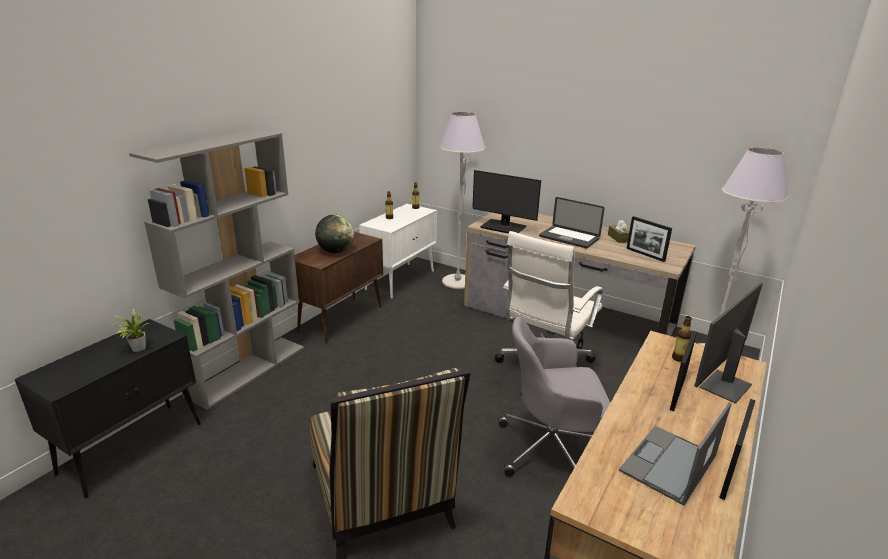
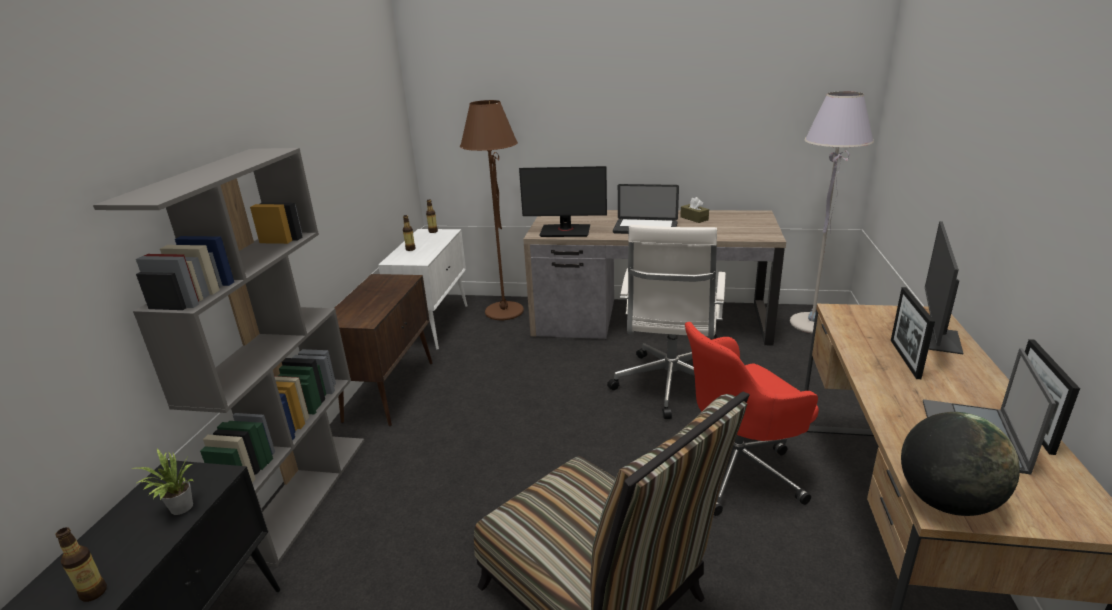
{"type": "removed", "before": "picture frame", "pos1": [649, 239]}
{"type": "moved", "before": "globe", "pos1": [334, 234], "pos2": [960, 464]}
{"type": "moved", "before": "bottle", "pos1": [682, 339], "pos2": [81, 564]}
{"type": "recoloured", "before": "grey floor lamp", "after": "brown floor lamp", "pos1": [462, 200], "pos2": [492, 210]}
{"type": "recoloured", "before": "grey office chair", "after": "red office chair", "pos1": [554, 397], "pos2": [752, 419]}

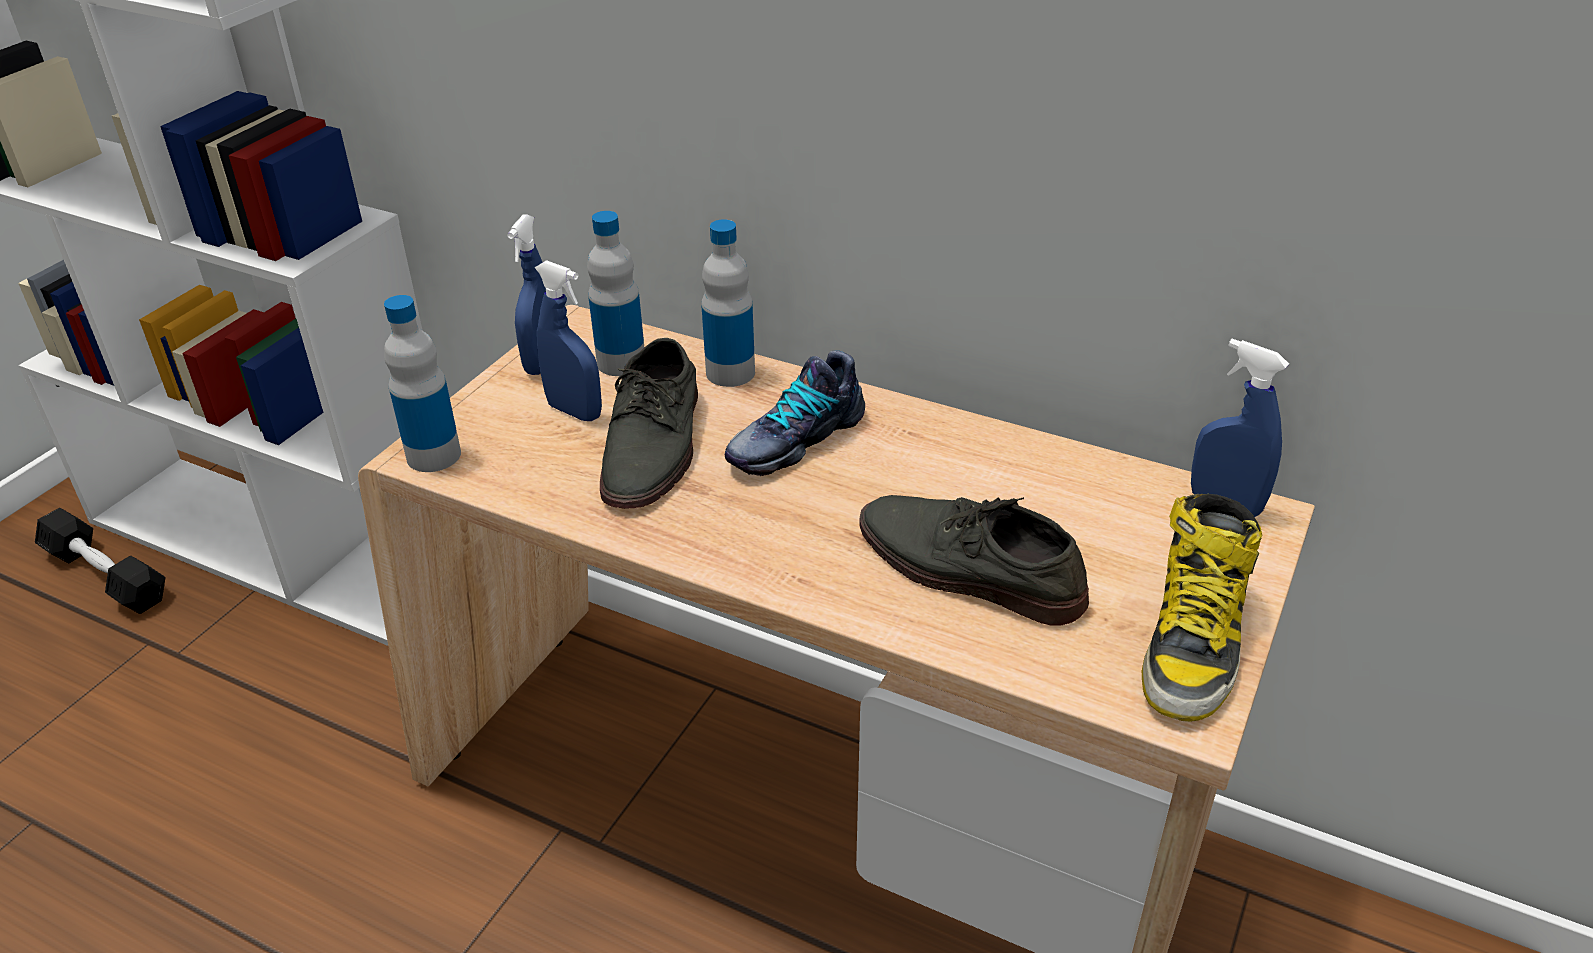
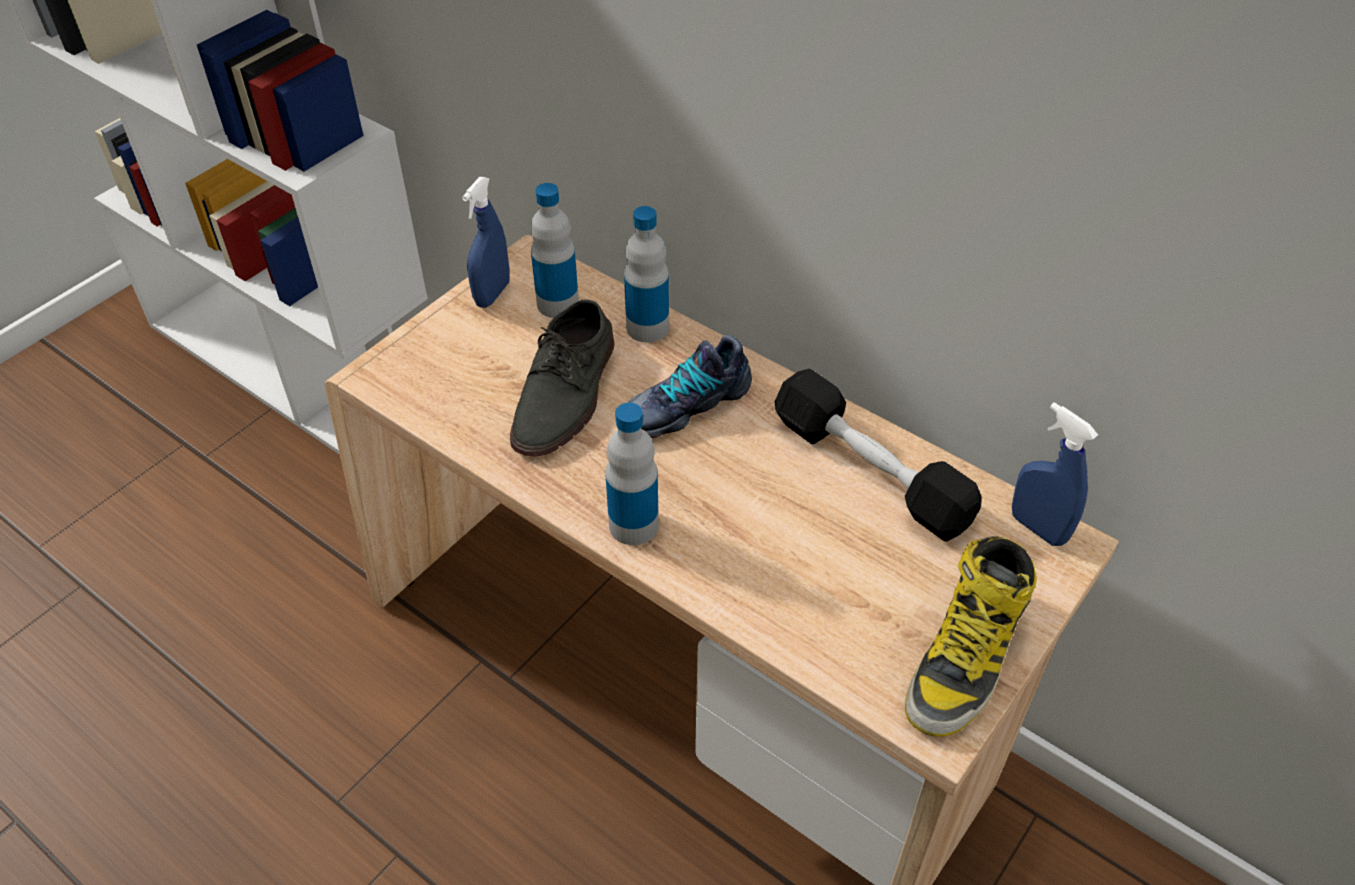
{"type": "removed", "before": "blue spray bottle", "pos1": [568, 340]}
{"type": "removed", "before": "grey shoe", "pos1": [974, 560]}
{"type": "moved", "before": "black dumbbell", "pos1": [100, 561], "pos2": [878, 455]}
{"type": "moved", "before": "bottle", "pos1": [422, 383], "pos2": [632, 474]}

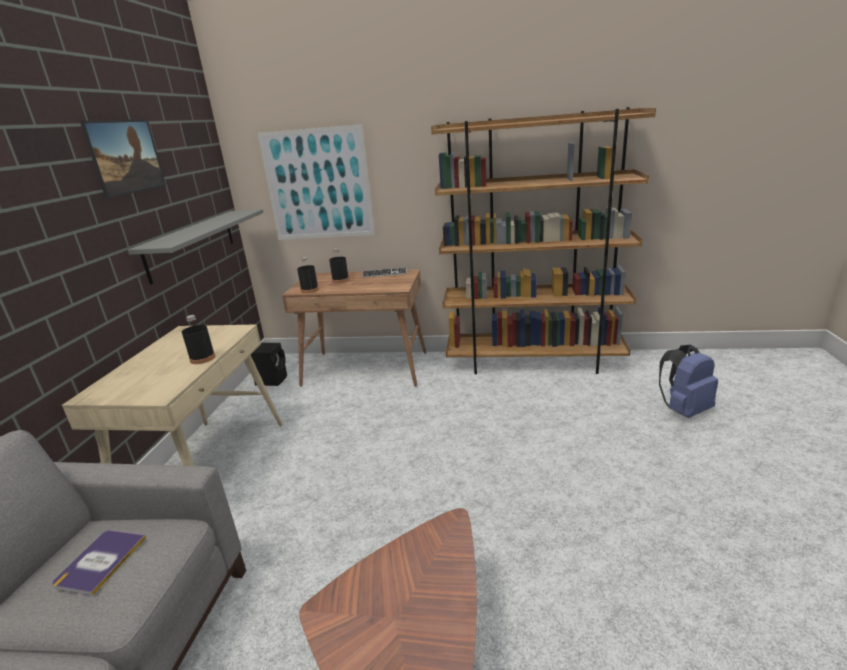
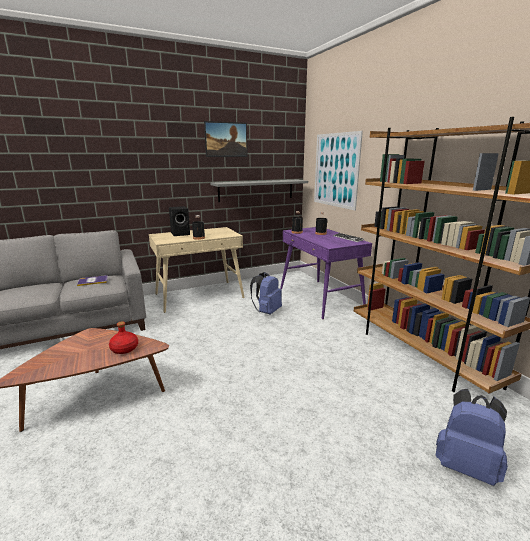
{"type": "added", "after": "red bottle", "pos2": [123, 337]}
{"type": "added", "after": "blue backpack", "pos2": [266, 293]}
{"type": "moved", "before": "black speaker", "pos1": [269, 364], "pos2": [179, 221]}
{"type": "recoloured", "before": "brown desk", "after": "purple desk", "pos1": [354, 328], "pos2": [326, 273]}

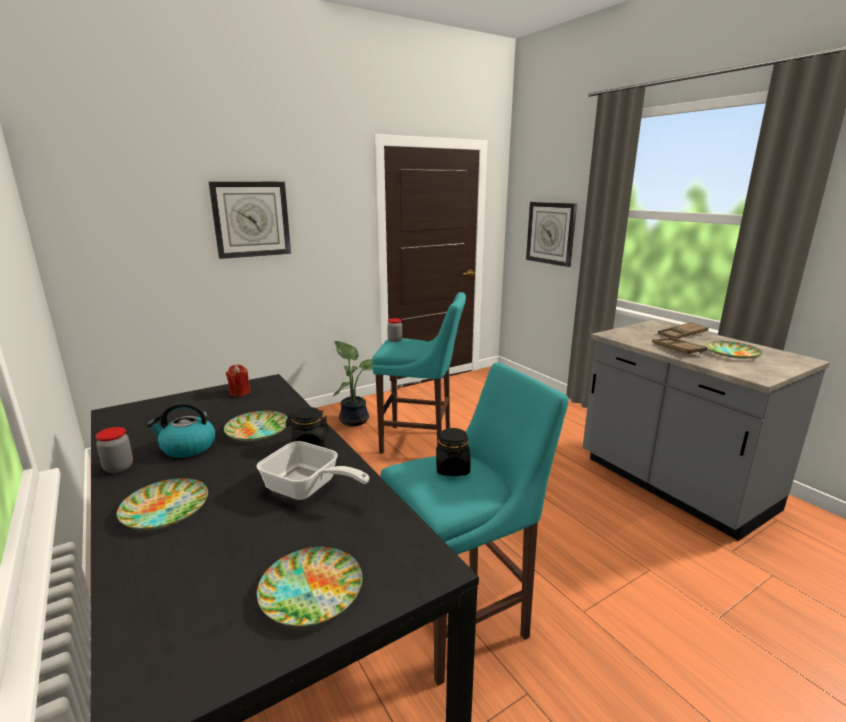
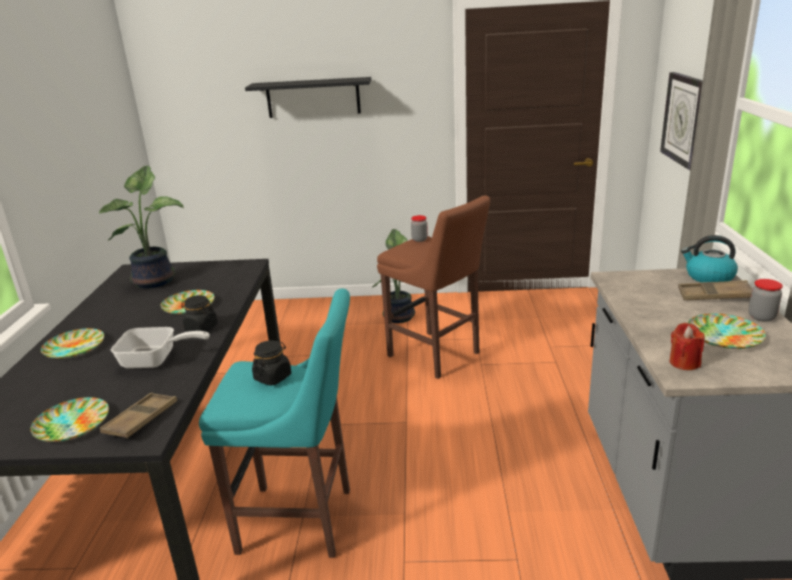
{"type": "added", "after": "potted plant", "pos2": [141, 227]}
{"type": "moved", "before": "jar", "pos1": [114, 450], "pos2": [765, 300]}
{"type": "moved", "before": "kettle", "pos1": [181, 429], "pos2": [709, 259]}
{"type": "moved", "before": "red candle", "pos1": [238, 381], "pos2": [687, 346]}
{"type": "moved", "before": "brown tray", "pos1": [679, 346], "pos2": [138, 416]}
{"type": "replaced", "before": "wall clock", "after": "black shelf", "pos1": [249, 220], "pos2": [308, 97]}
{"type": "recoloured", "before": "turquoise stool", "after": "brown stool", "pos1": [419, 373], "pos2": [433, 287]}
{"type": "turned", "before": "frying pan", "pos1": [312, 470], "pos2": [160, 348], "turn": -60}

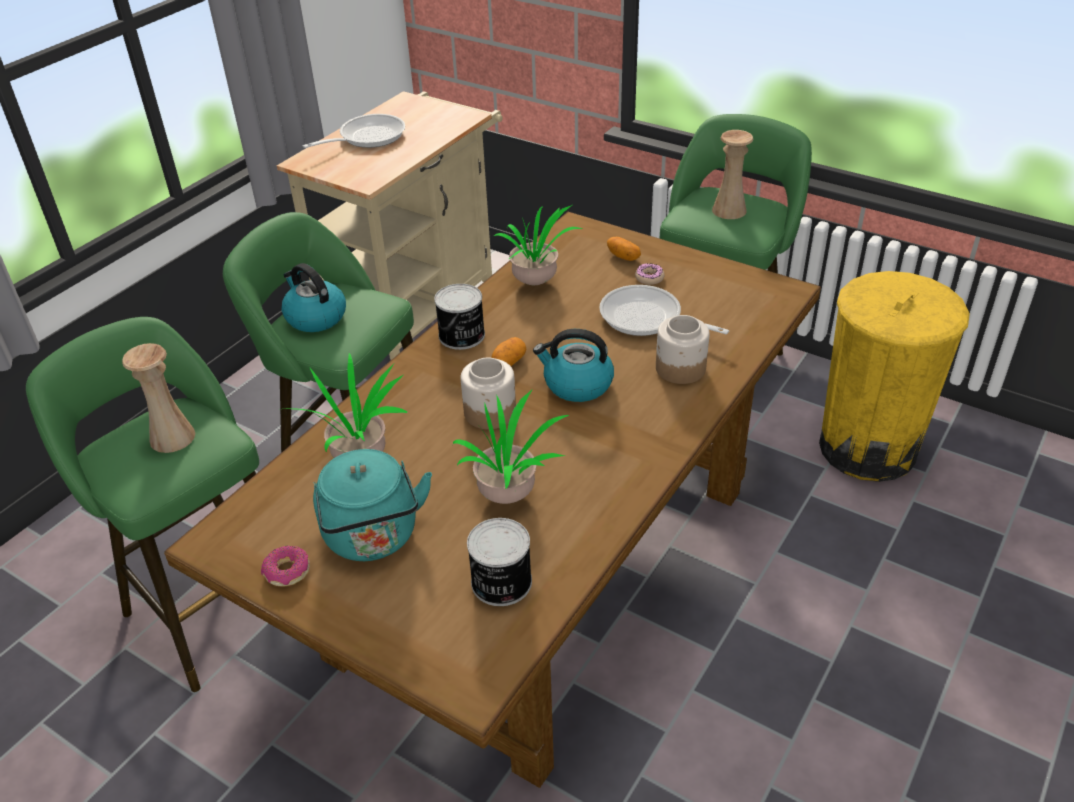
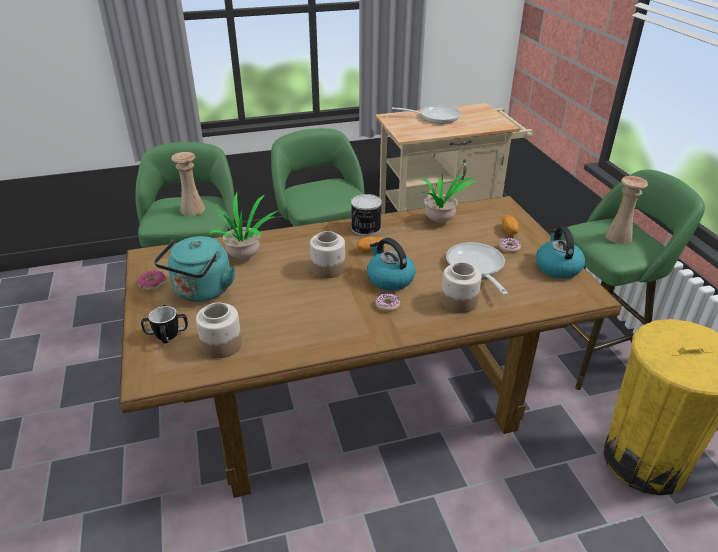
{"type": "removed", "before": "potted plant", "pos1": [511, 447]}
{"type": "added", "after": "mug", "pos2": [164, 324]}
{"type": "added", "after": "donut", "pos2": [388, 302]}
{"type": "moved", "before": "kettle", "pos1": [313, 297], "pos2": [560, 253]}
{"type": "replaced", "before": "can", "after": "jar", "pos1": [499, 562], "pos2": [219, 330]}

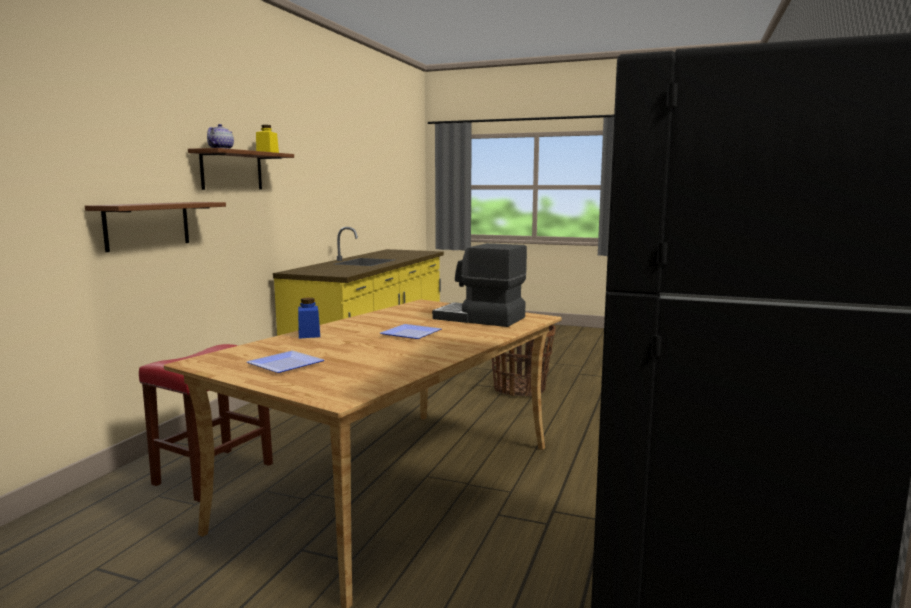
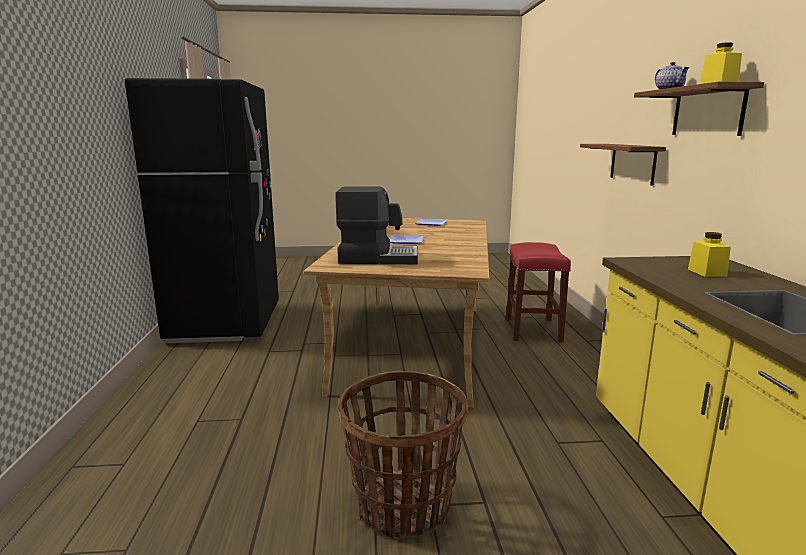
{"type": "removed", "before": "blue jar", "pos1": [309, 318]}
{"type": "added", "after": "yellow jar", "pos2": [709, 254]}

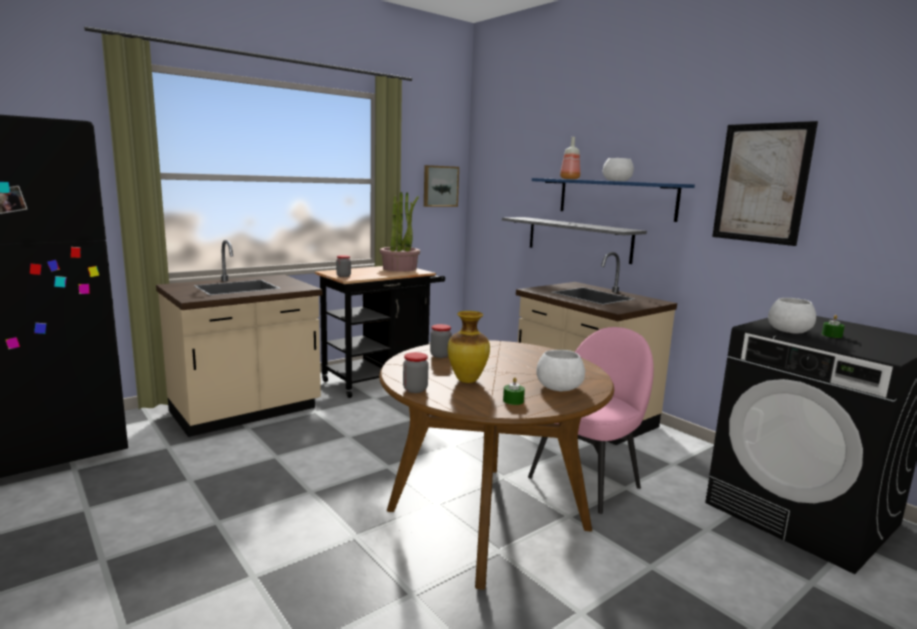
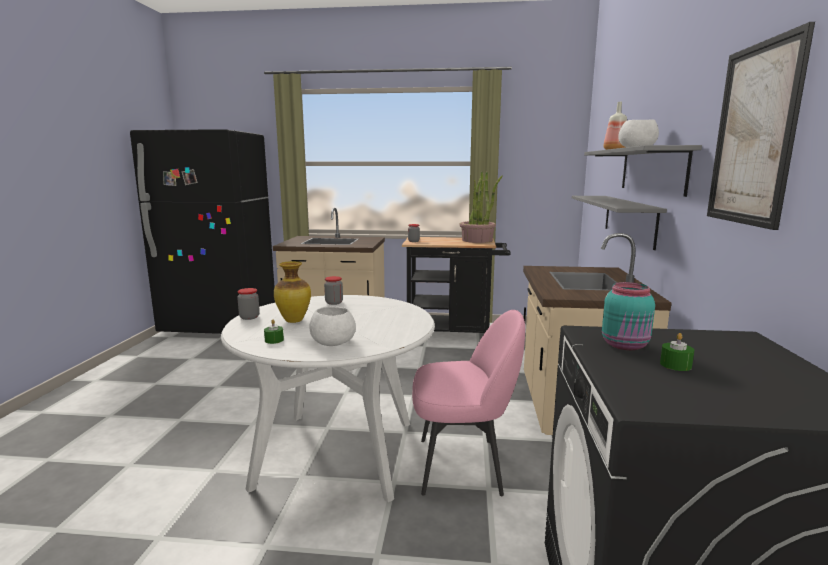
{"type": "removed", "before": "picture", "pos1": [441, 186]}
{"type": "replaced", "before": "white bowl", "after": "turquoise jar", "pos1": [792, 316], "pos2": [628, 316]}
{"type": "recoloured", "before": "brown dining table", "after": "white dining table", "pos1": [496, 465], "pos2": [328, 398]}
{"type": "recoloured", "before": "blue shelf", "after": "grey shelf", "pos1": [613, 200], "pos2": [643, 171]}

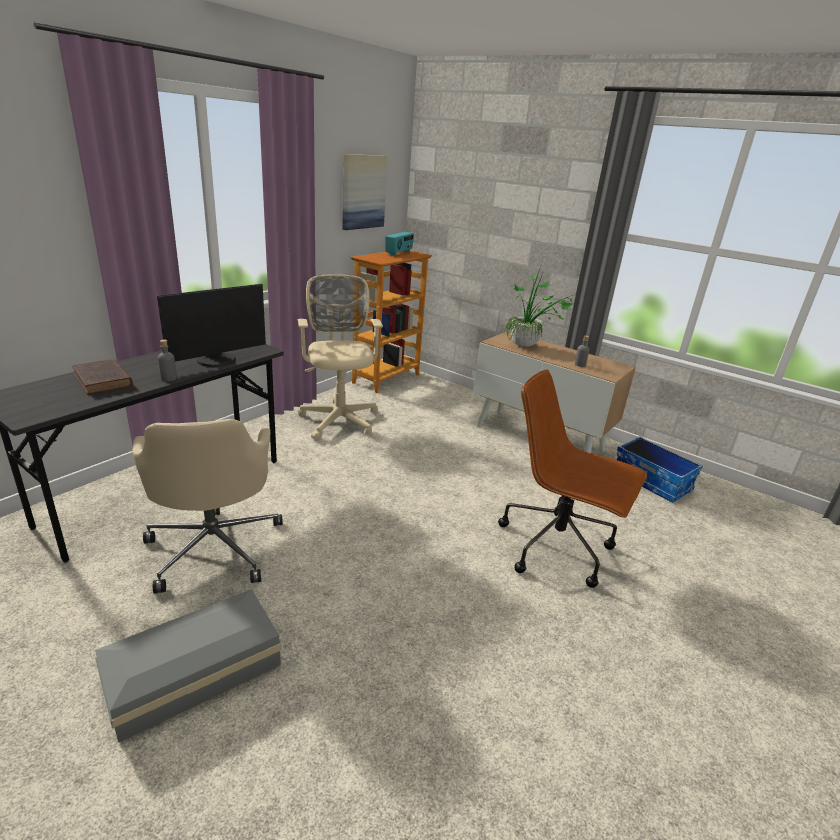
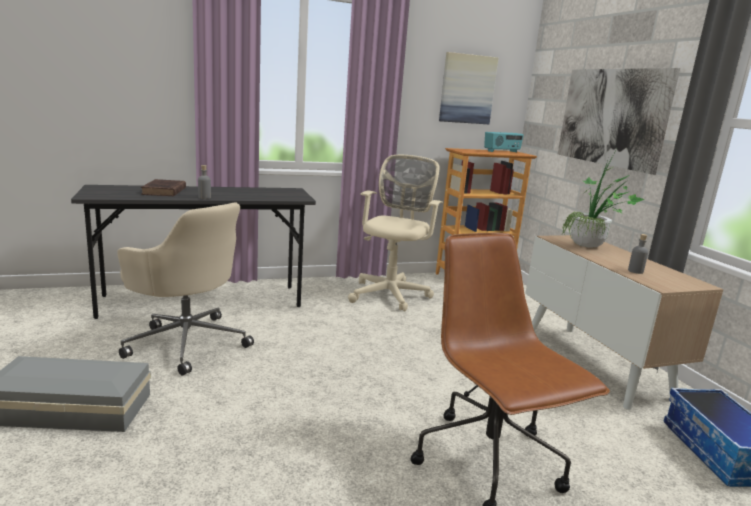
{"type": "removed", "before": "monitor", "pos1": [211, 325]}
{"type": "added", "after": "picture", "pos2": [619, 121]}
{"type": "turned", "before": "beige office chair", "pos1": [207, 506], "pos2": [185, 289], "turn": -75}

